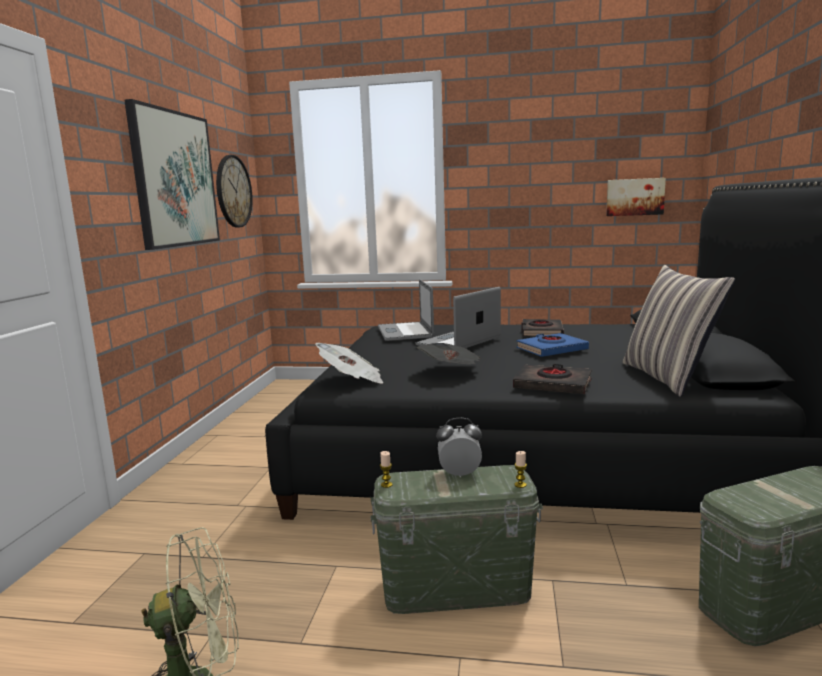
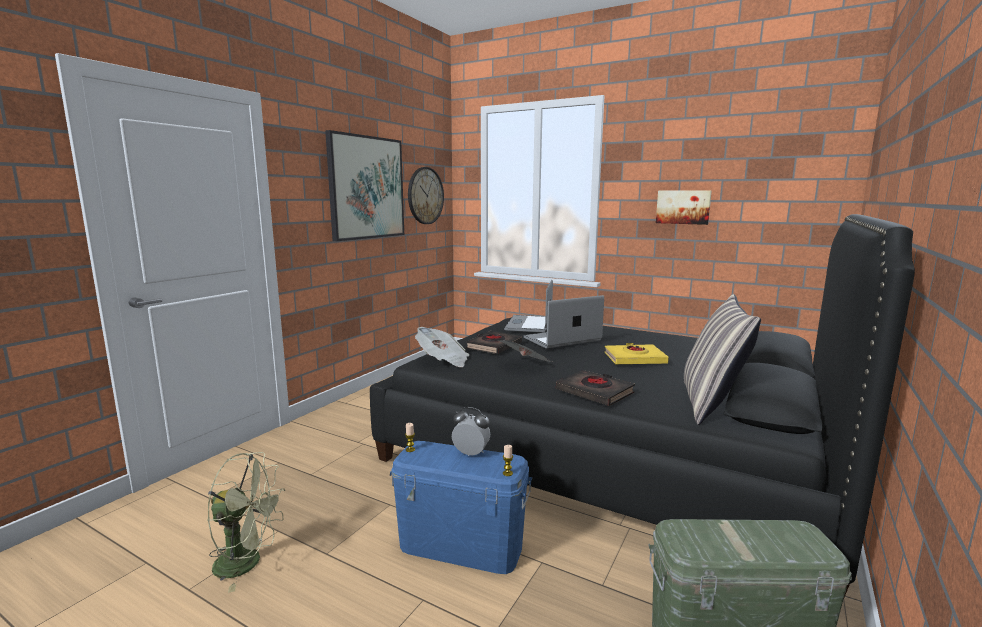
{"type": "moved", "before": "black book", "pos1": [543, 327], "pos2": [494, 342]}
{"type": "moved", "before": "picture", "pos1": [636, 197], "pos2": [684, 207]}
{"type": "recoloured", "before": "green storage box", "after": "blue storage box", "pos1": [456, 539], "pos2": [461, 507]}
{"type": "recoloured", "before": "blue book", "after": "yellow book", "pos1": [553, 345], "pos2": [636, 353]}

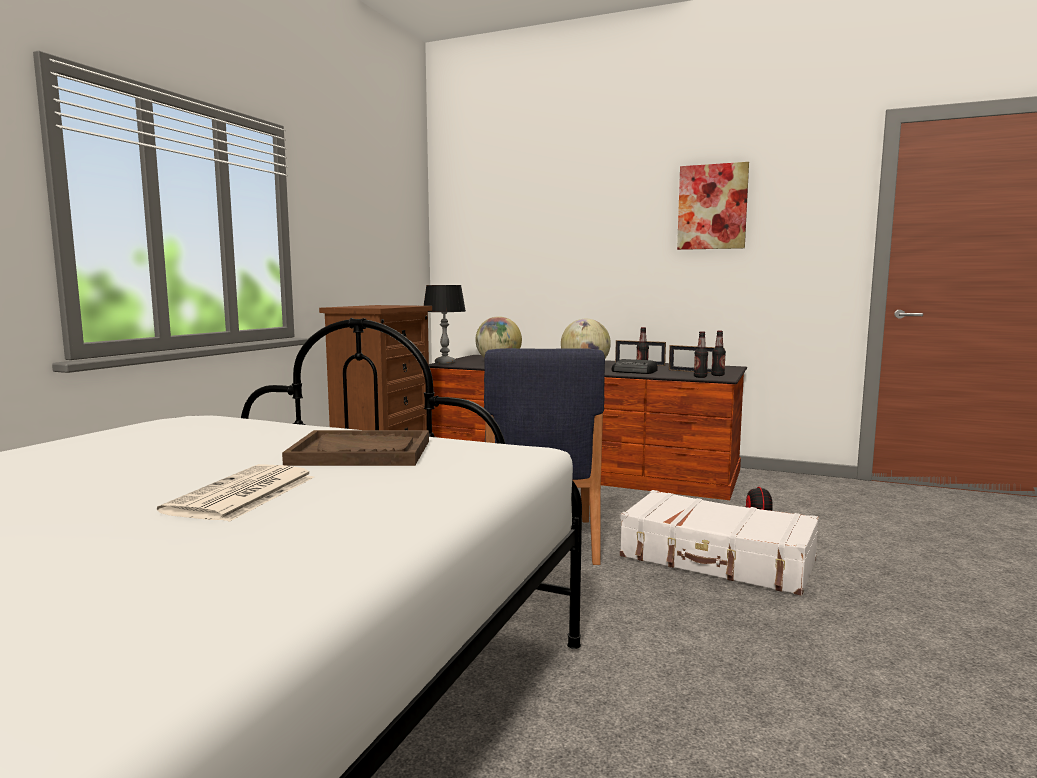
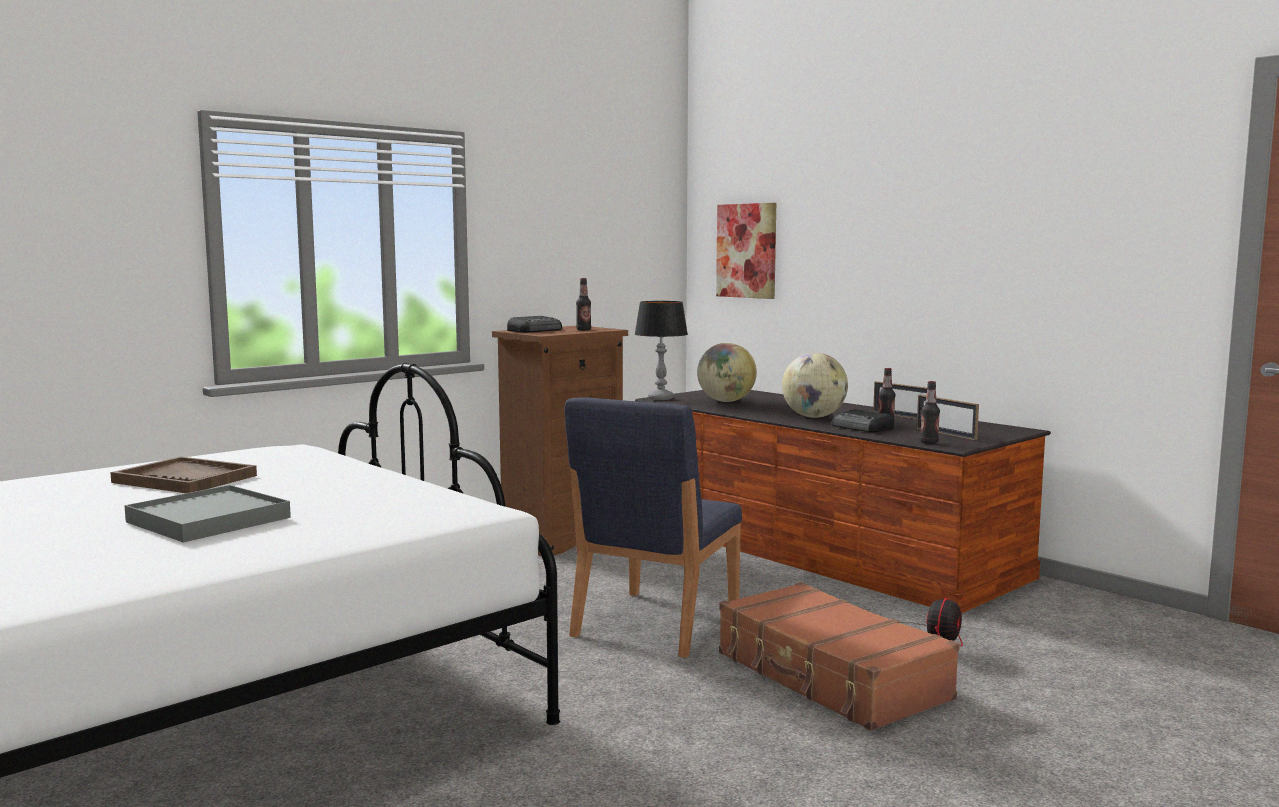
{"type": "added", "after": "radio", "pos2": [534, 324]}
{"type": "moved", "before": "brown tray", "pos1": [355, 448], "pos2": [183, 474]}
{"type": "moved", "before": "picture", "pos1": [713, 206], "pos2": [746, 251]}
{"type": "moved", "before": "bottle", "pos1": [718, 353], "pos2": [583, 304]}
{"type": "replaced", "before": "newspaper", "after": "grey tray", "pos1": [235, 493], "pos2": [207, 514]}
{"type": "recoloured", "before": "white suitcase", "after": "brown suitcase", "pos1": [719, 542], "pos2": [839, 656]}

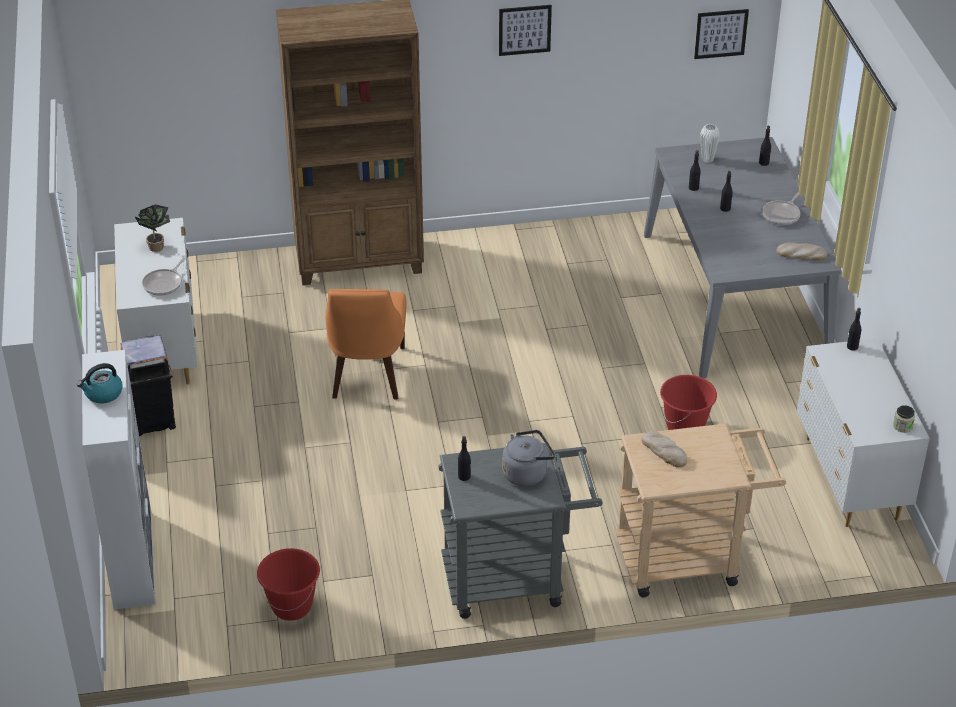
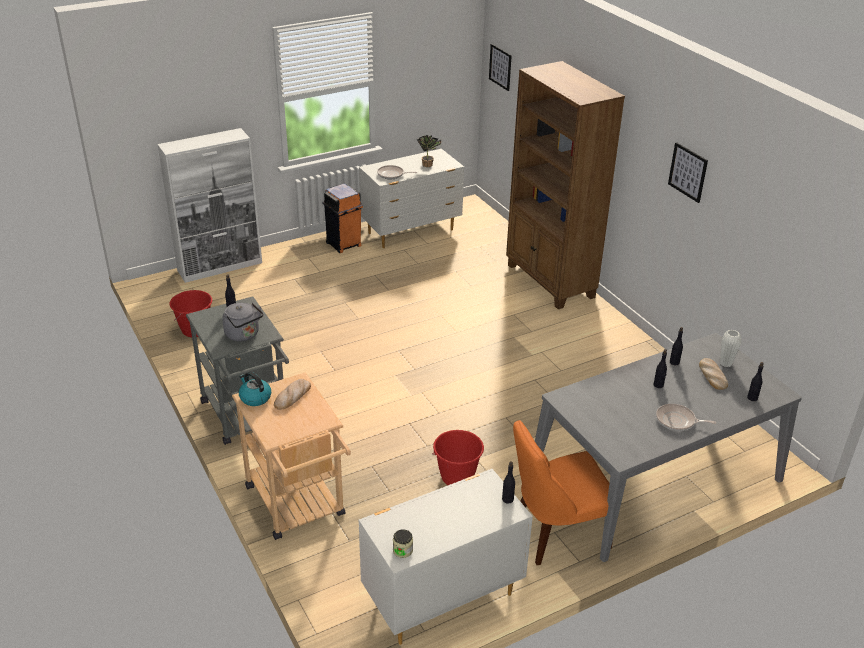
{"type": "moved", "before": "kettle", "pos1": [100, 383], "pos2": [255, 389]}
{"type": "moved", "before": "orange chair", "pos1": [366, 344], "pos2": [563, 492]}
{"type": "moved", "before": "picture", "pos1": [721, 34], "pos2": [500, 67]}
{"type": "moved", "before": "bread", "pos1": [801, 251], "pos2": [713, 374]}

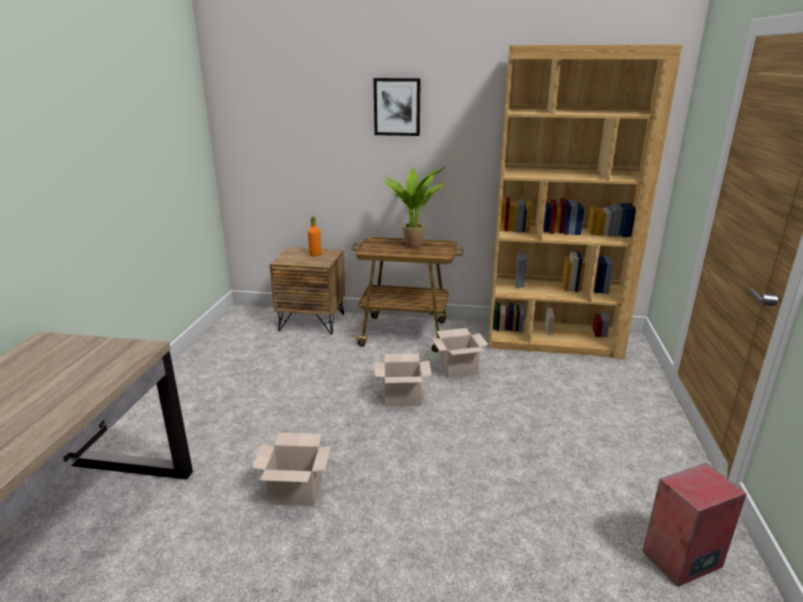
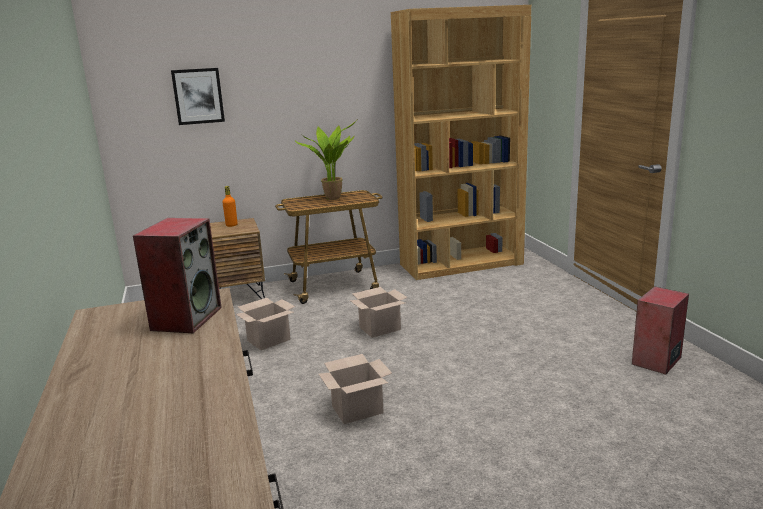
{"type": "added", "after": "speaker", "pos2": [177, 275]}
{"type": "moved", "before": "picture", "pos1": [397, 107], "pos2": [198, 96]}
{"type": "moved", "before": "cardboard box", "pos1": [460, 353], "pos2": [265, 324]}

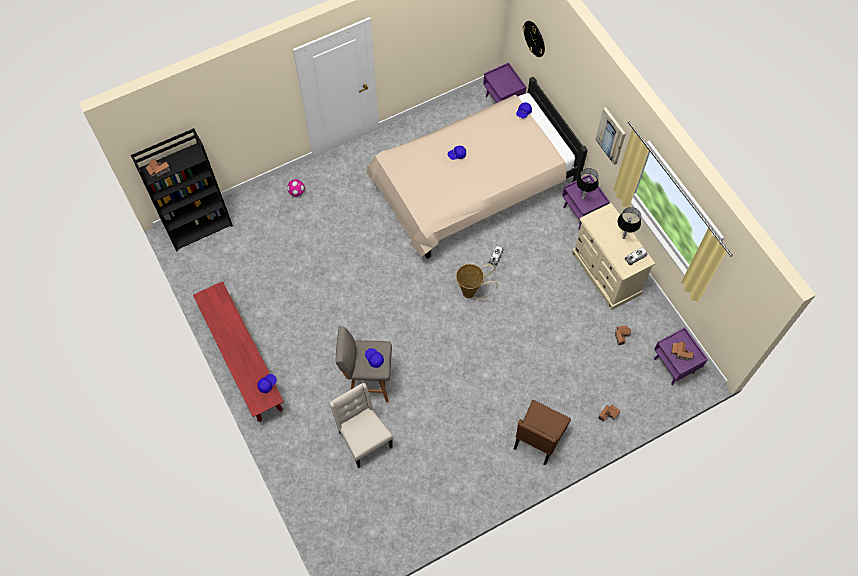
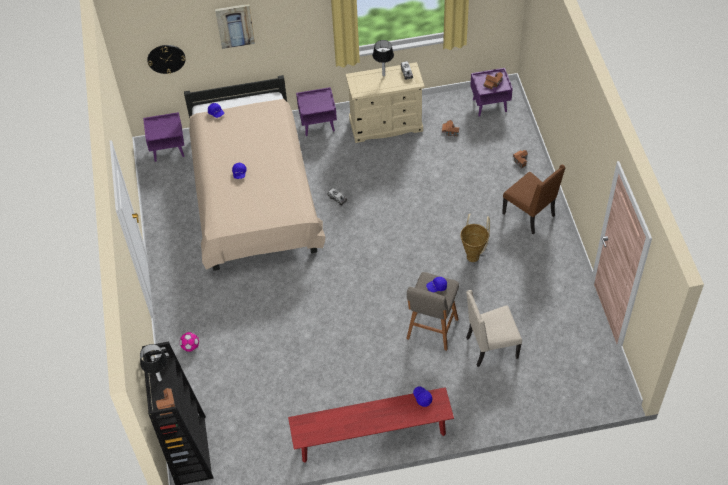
{"type": "moved", "before": "basket", "pos1": [477, 282], "pos2": [475, 237]}
{"type": "moved", "before": "table lamp", "pos1": [587, 183], "pos2": [153, 362]}
{"type": "moved", "before": "picture", "pos1": [610, 136], "pos2": [235, 26]}

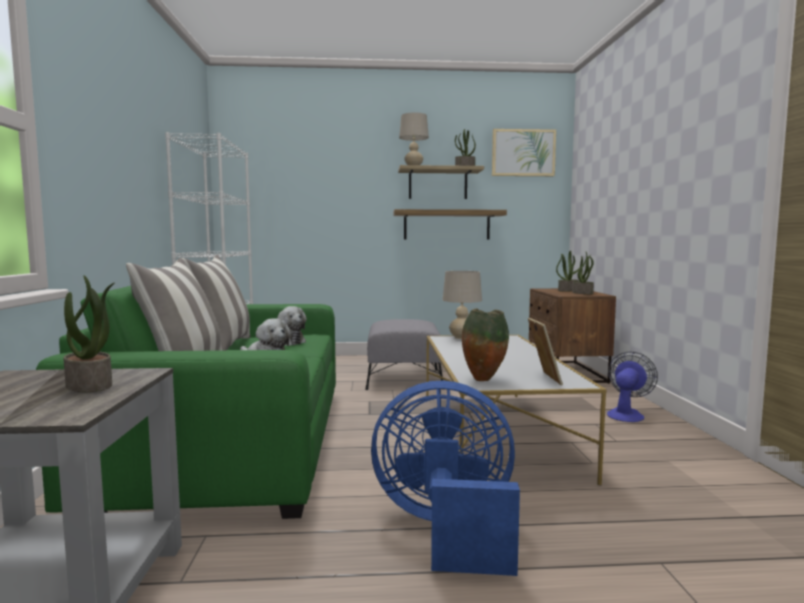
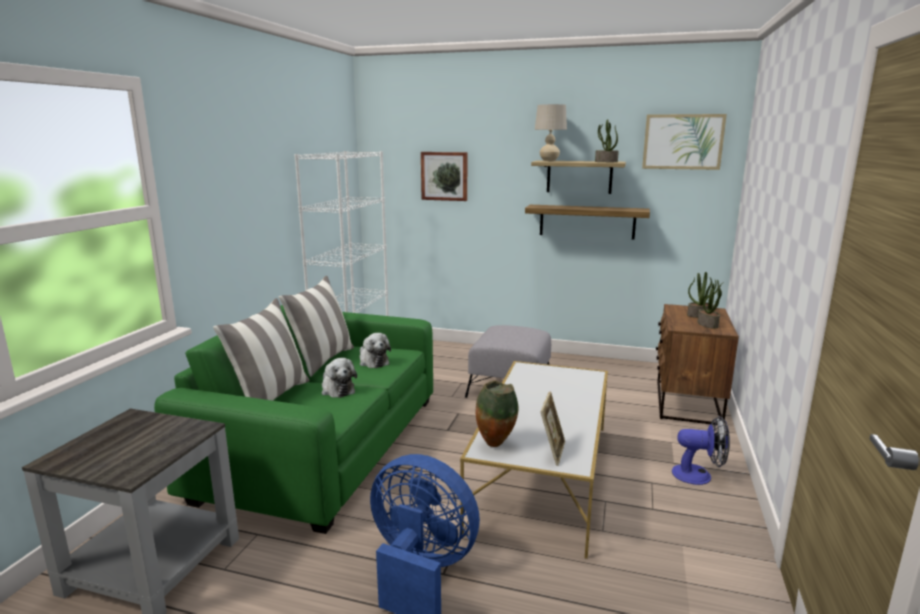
{"type": "removed", "before": "potted plant", "pos1": [88, 333]}
{"type": "removed", "before": "beige table lamp", "pos1": [462, 305]}
{"type": "added", "after": "picture", "pos2": [444, 176]}
{"type": "turned", "before": "fan", "pos1": [632, 387], "pos2": [701, 450], "turn": 45}

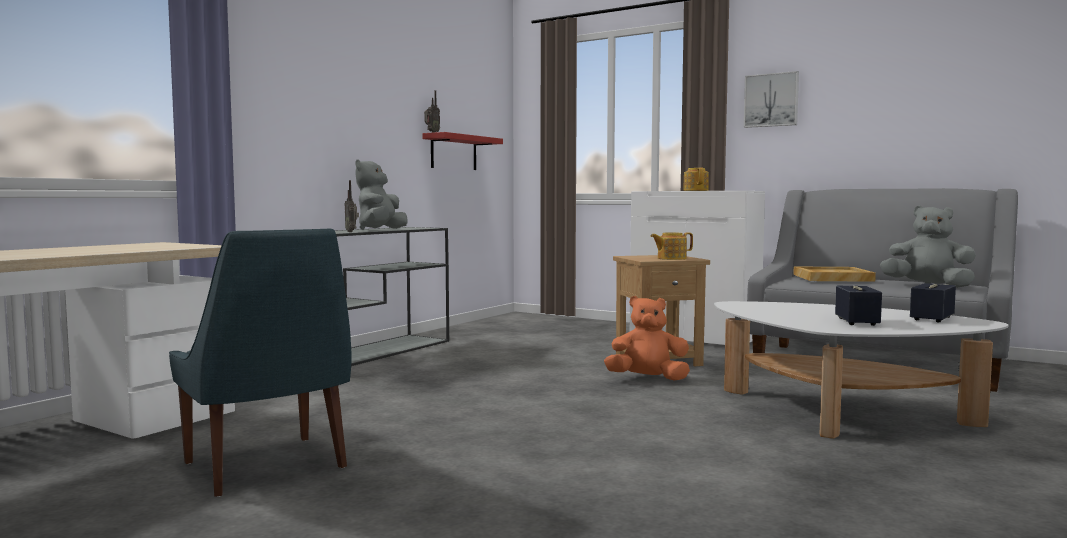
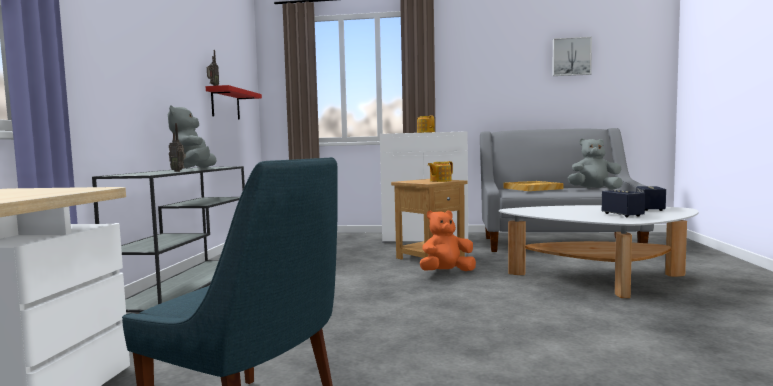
{"type": "moved", "before": "picture", "pos1": [771, 99], "pos2": [572, 56]}

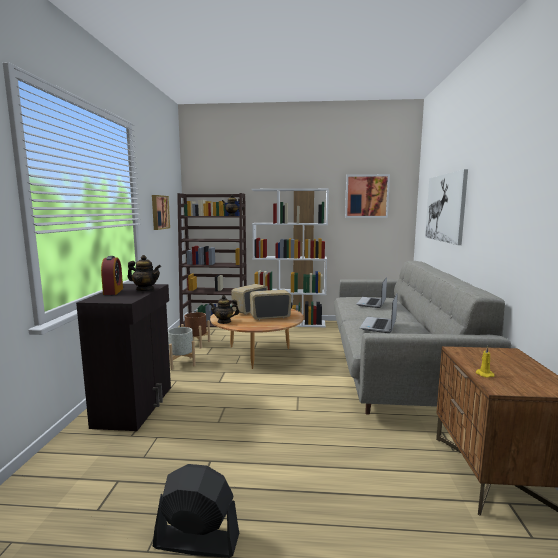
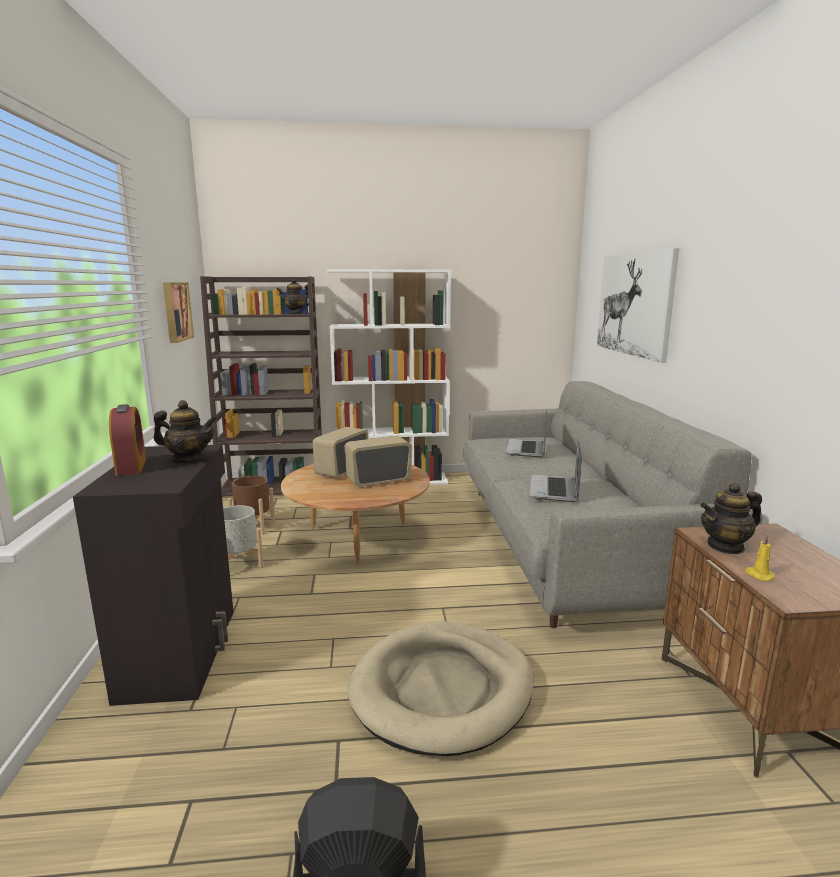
{"type": "removed", "before": "picture", "pos1": [367, 196]}
{"type": "added", "after": "beige dog bed", "pos2": [440, 688]}
{"type": "moved", "before": "teapot", "pos1": [224, 309], "pos2": [731, 518]}

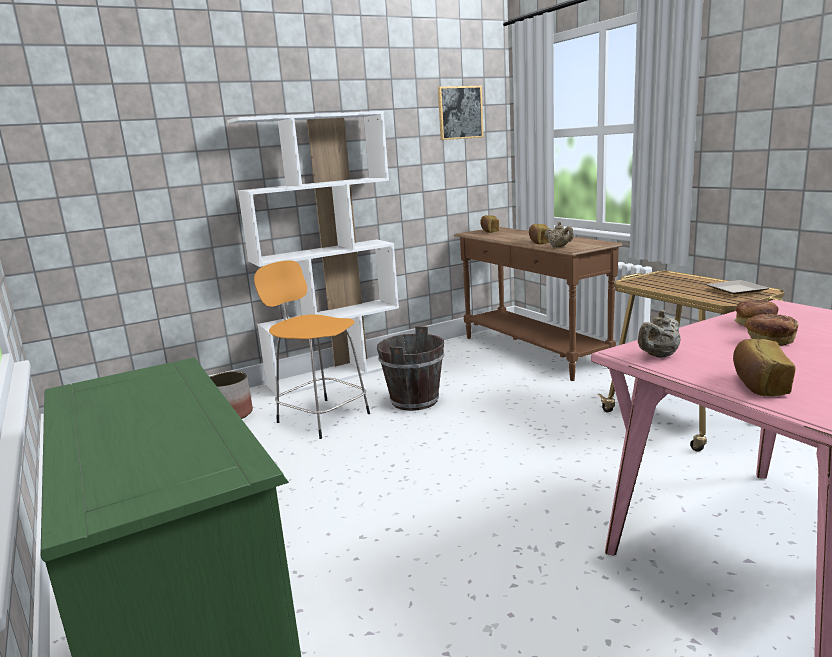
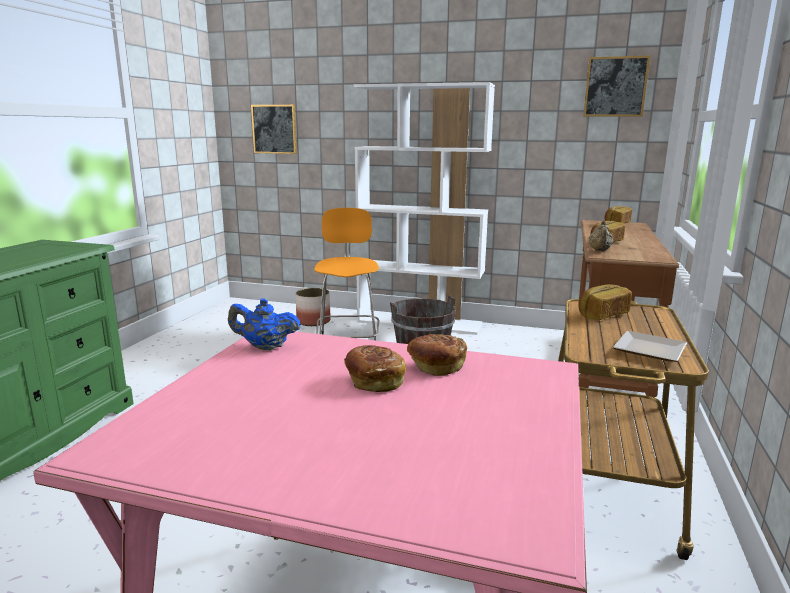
{"type": "added", "after": "picture", "pos2": [274, 129]}
{"type": "moved", "before": "bread", "pos1": [764, 367], "pos2": [605, 302]}
{"type": "recoloured", "before": "beige teapot", "after": "blue teapot", "pos1": [659, 334], "pos2": [264, 324]}

